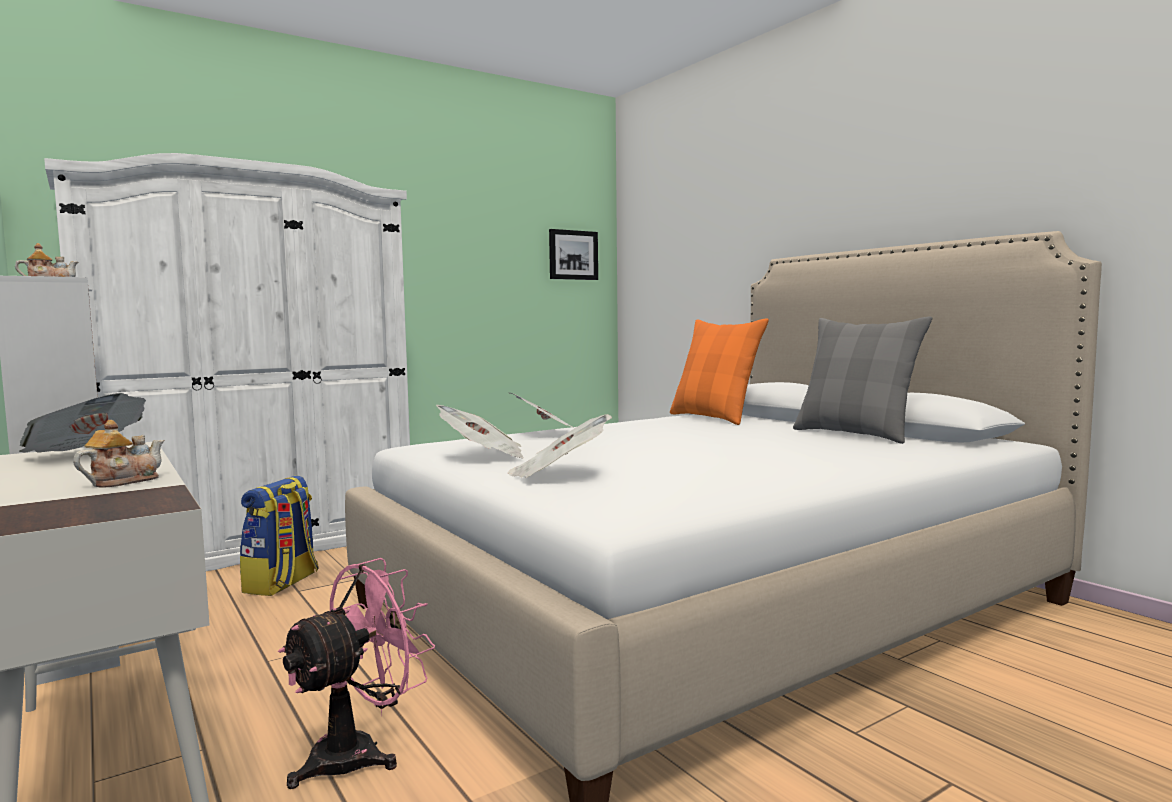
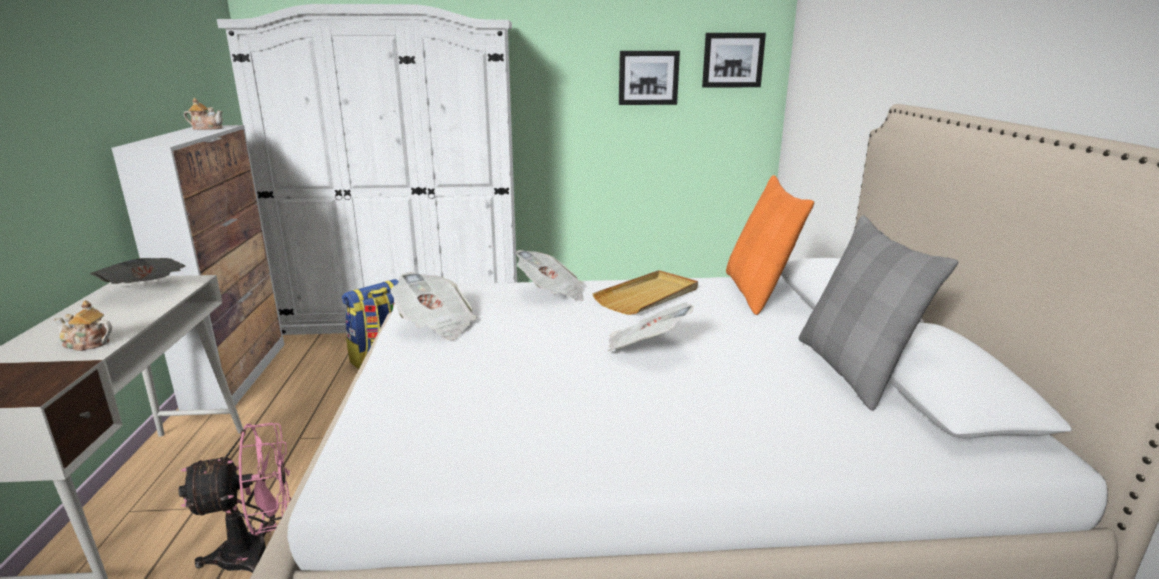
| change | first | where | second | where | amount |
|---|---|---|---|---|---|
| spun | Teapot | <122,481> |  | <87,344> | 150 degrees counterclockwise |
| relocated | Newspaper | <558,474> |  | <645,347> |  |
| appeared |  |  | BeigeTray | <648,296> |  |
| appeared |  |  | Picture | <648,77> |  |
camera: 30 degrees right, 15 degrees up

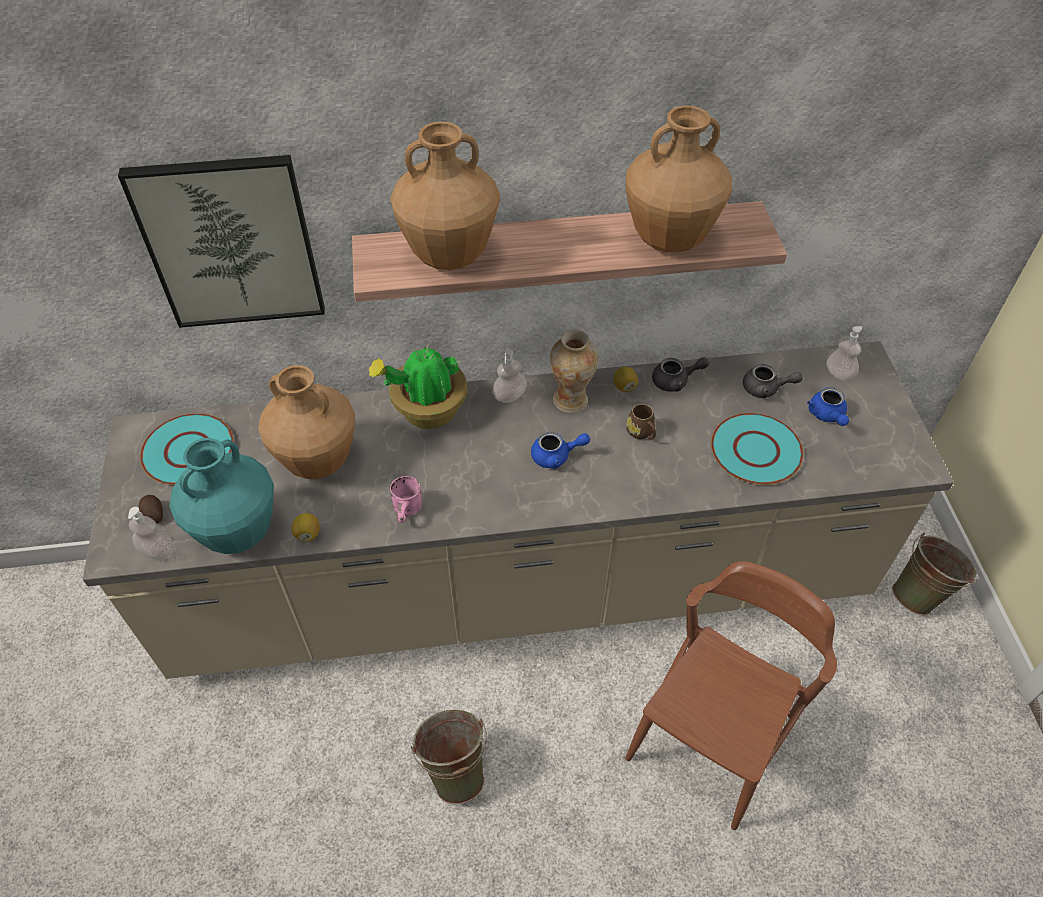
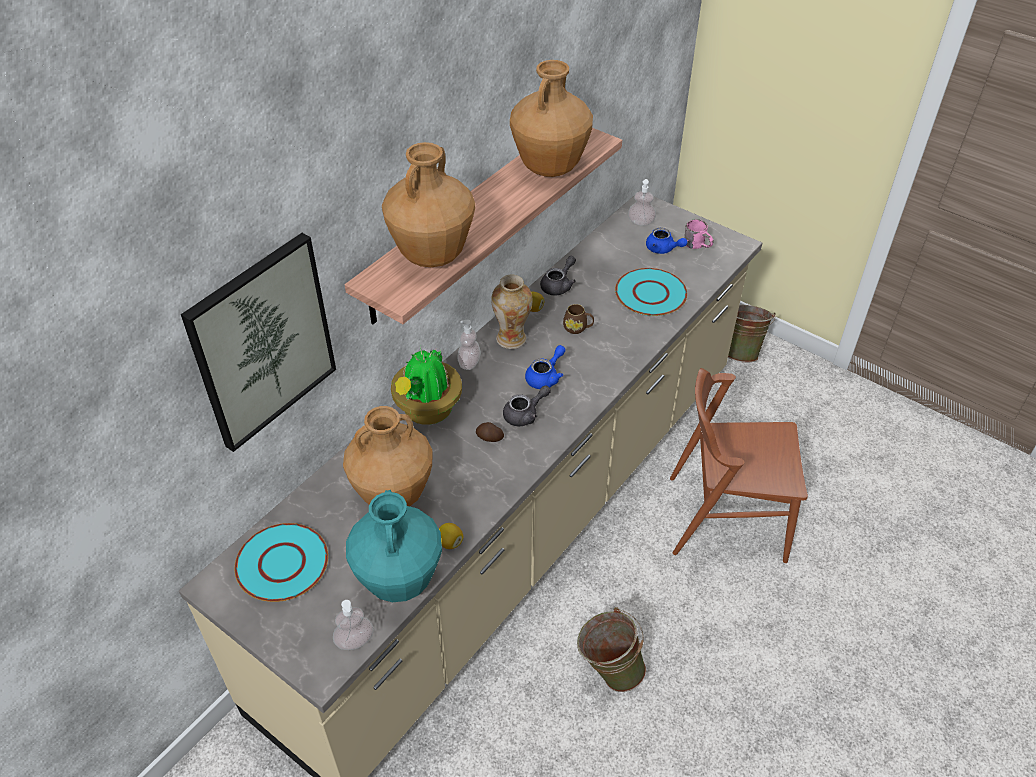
| change | first | where | second | where | amount |
|---|---|---|---|---|---|
| relocated | Potato | <153,514> |  | <489,438> |  |
| relocated | PinkMug | <409,511> |  | <698,245> |  |
| spun | BrownChair | <711,736> |  | <726,517> | 75 degrees counterclockwise |
| relocated | GreyTeapot | <766,389> |  | <525,414> |  |
camera: 45 degrees left, 5 degrees down

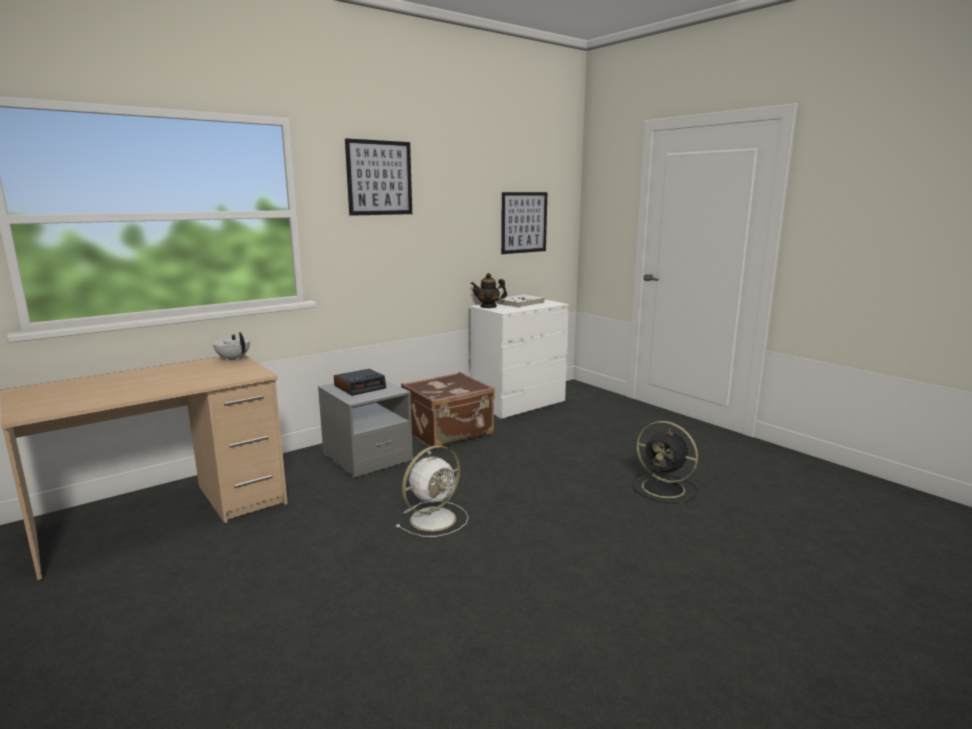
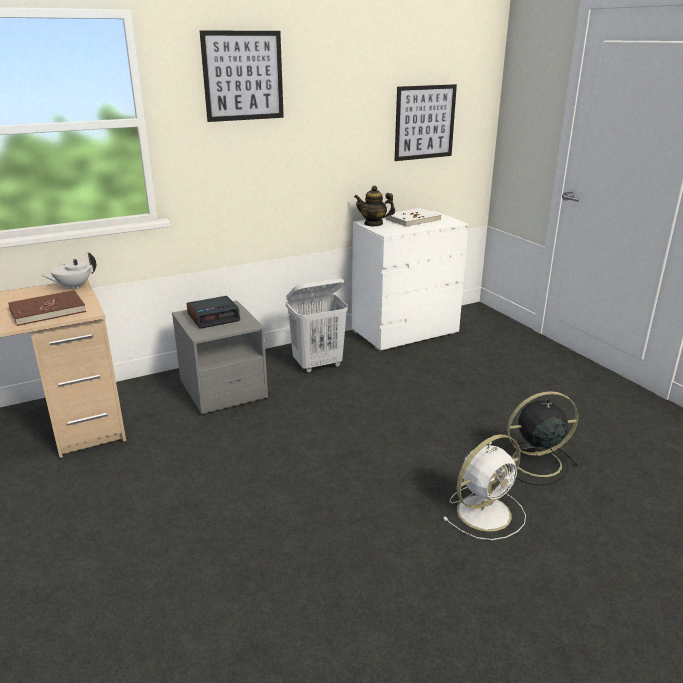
| change | first | where | second | where | amount |
|---|---|---|---|---|---|
| spun | WhiteTeapot | <233,359> |  | <73,287> | 90 degrees counterclockwise |
| relocated | WhiteFan | <434,518> |  | <485,512> |  |
| exchanged | BrownSuitcase | <449,433> | WhiteLaundryBasket | <318,365> |  |
| spun | BlackFan | <665,489> |  | <534,462> | 120 degrees clockwise |
| appeared |  |  | BrownBook | <47,311> |  |
camera: 10 degrees right, 10 degrees up

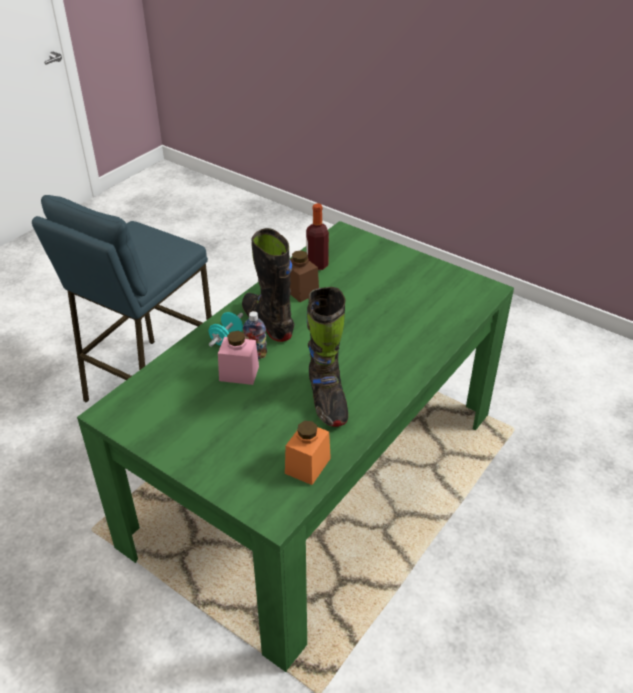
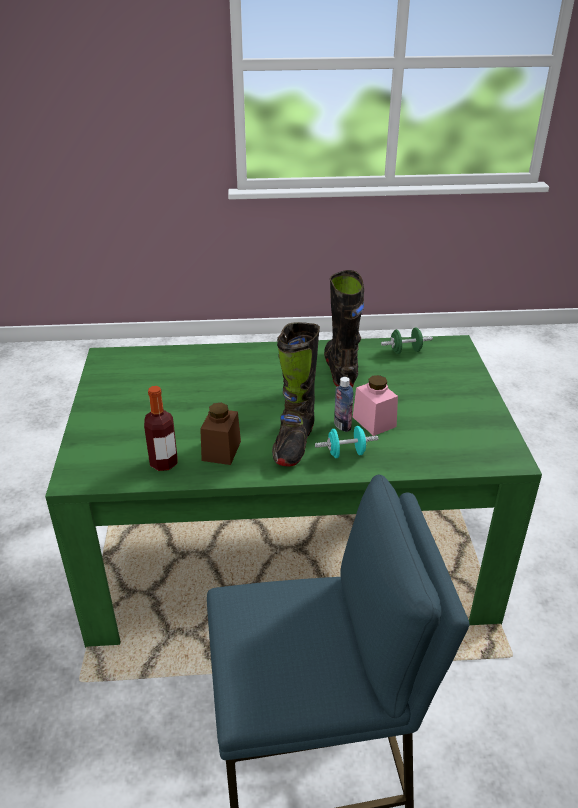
| change | first | where | second | where | amount |
|---|---|---|---|---|---|
| exchanged | OrangeJar | <307,466> | GreenDumbbell | <405,351> |  |
| spun | BlackBoot | <327,400> |  | <340,370> | 45 degrees counterclockwise |
camera: 130 degrees left, 5 degrees down

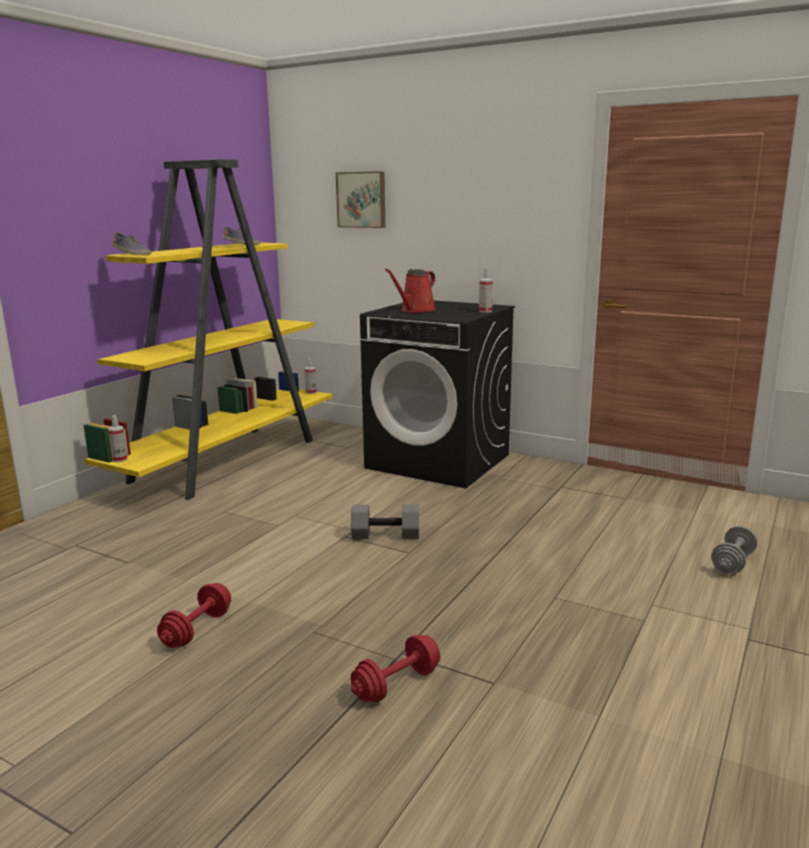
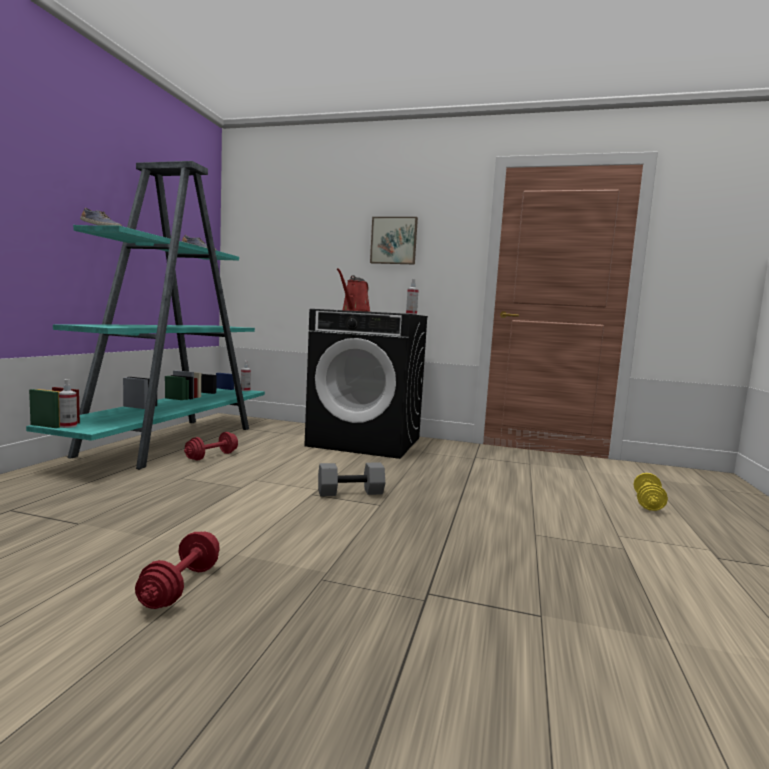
| change | first | where | second | where | amount |
|---|---|---|---|---|---|
| colour | YellowBookcase | <228,459> | TurquoiseBookcase | <173,441> |  |
| relocated | Picture | <362,200> |  | <394,241> |  |
| relocated | RedDumbbell | <396,684> |  | <212,456> |  |
| colour | GreyDumbbell | <732,563> | YellowDumbbell | <648,503> |  |
camera: 15 degrees left, 10 degrees down

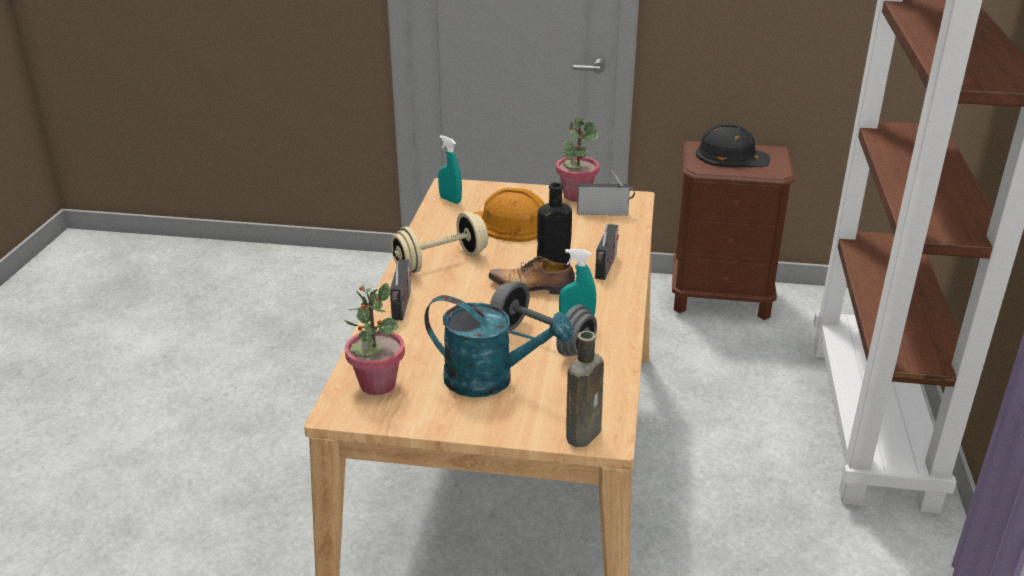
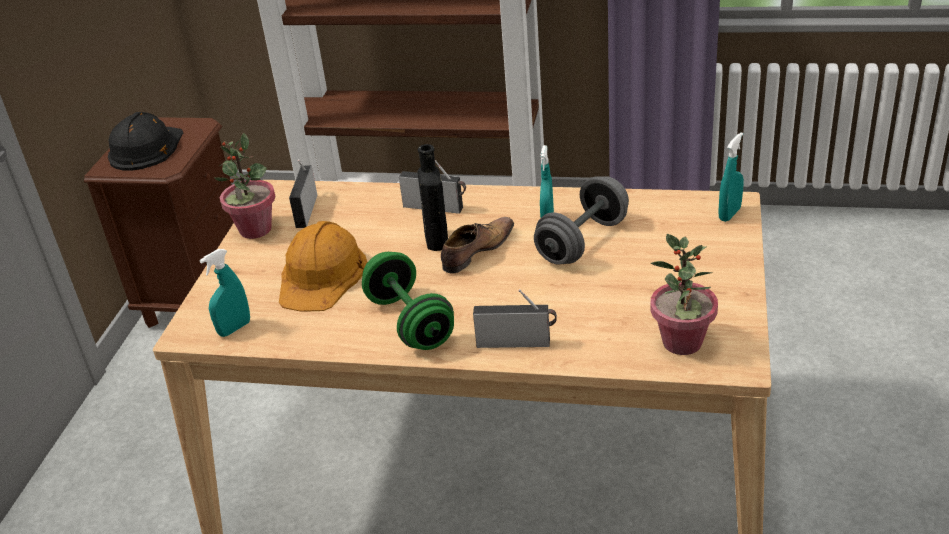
| change | first | where | second | where | amount |
|---|---|---|---|---|---|
| colour | BeigeDumbbell | <440,262> | GreenDumbbell | <410,322> |  |
| missing | TurquoiseWateringCan | <491,380> |  |  |  |
| spun | Shoe | <533,287> |  | <476,251> | 150 degrees counterclockwise |
| exchanged | BrownBottle | <584,432> | TurquoiseSprayBottle | <729,214> |  |
camera: 85 degrees left, 5 degrees up

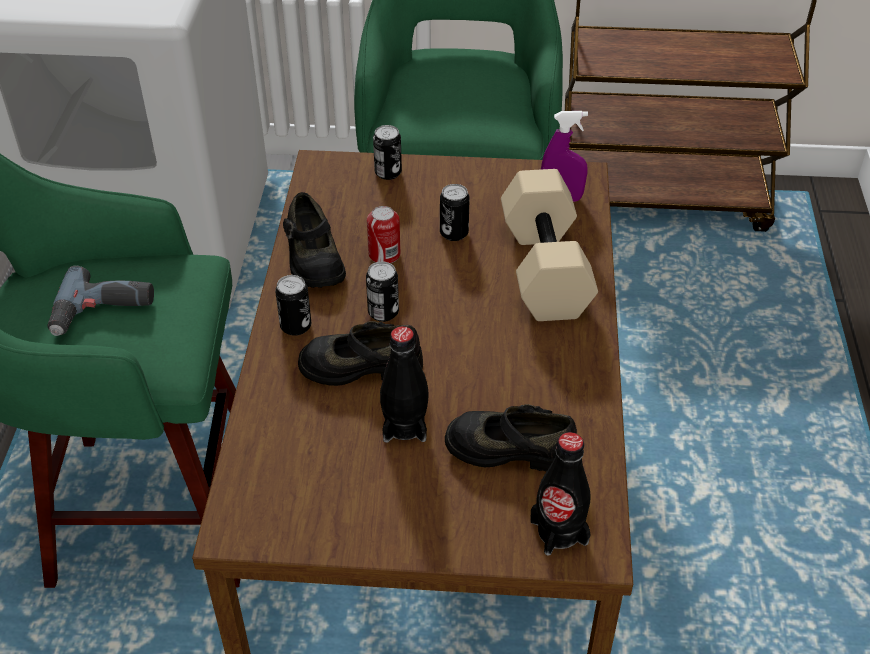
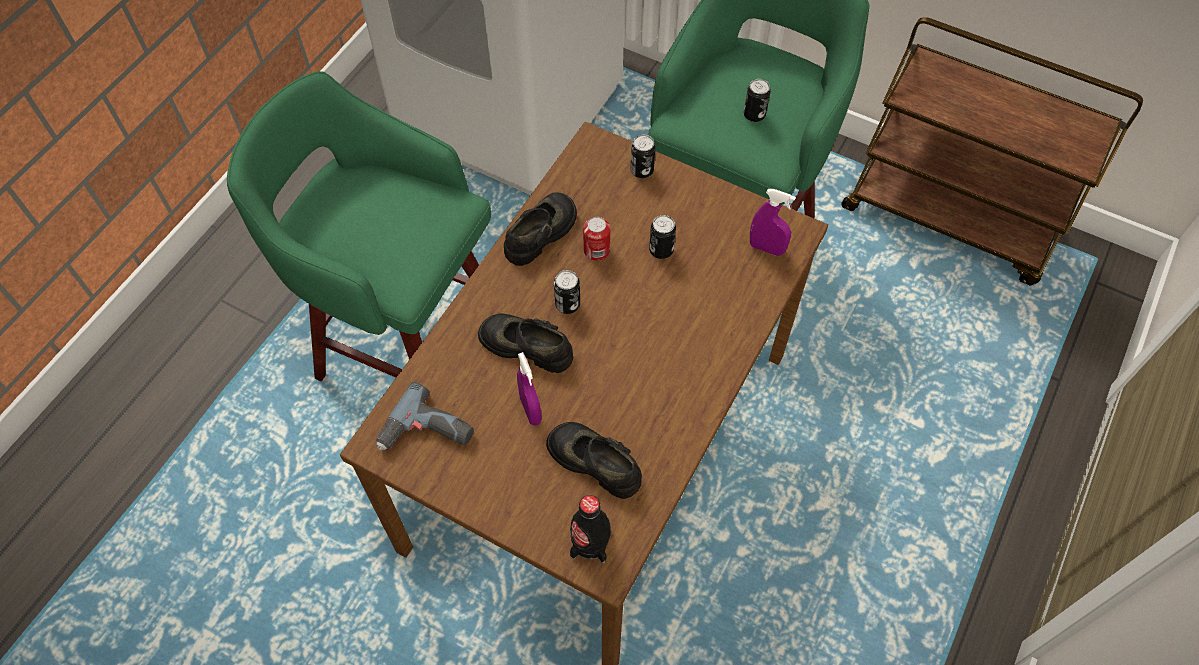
| change | first | where | second | where | amount |
|---|---|---|---|---|---|
| relocated | PowerDrill | <103,313> |  | <427,435> |  |
| relocated | Can | <296,326> |  | <754,114> |  |
| spun | BlackShoe | <312,258> |  | <541,233> | 150 degrees counterclockwise |
| exchanged | BlackBottle | <404,425> | PurpleSprayBottle | <530,410> |  |
| missing | BeigeDumbbell | <542,268> |  |  |  |
camera: 25 degrees right, 15 degrees up

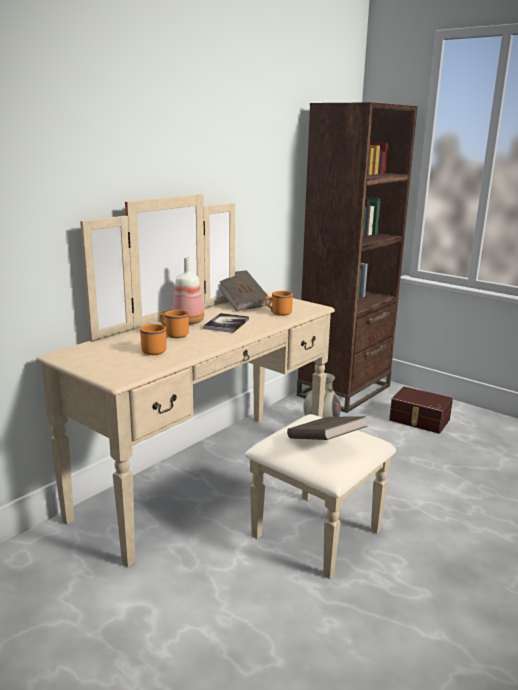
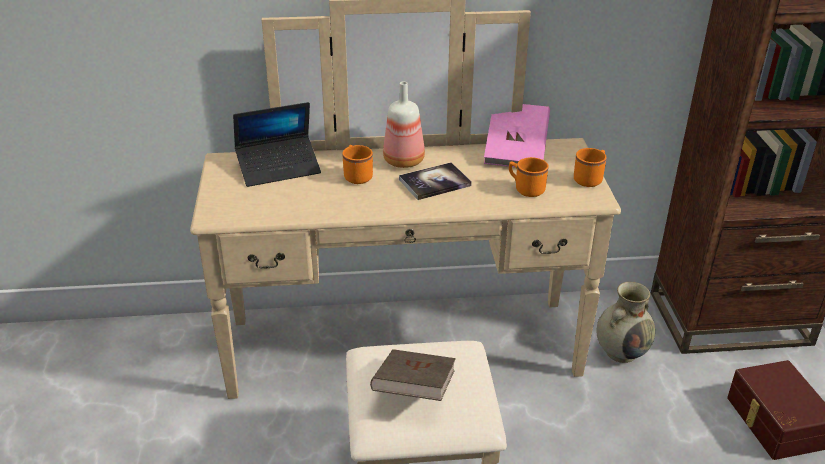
| change | first | where | second | where | amount |
|---|---|---|---|---|---|
| relocated | OrangeMug | <154,350> |  | <590,179> |  |
| colour | BrownBook | <242,303> | PinkBook | <516,152> |  |
| appeared |  |  | Laptop | <279,168> |  |
camera: 45 degrees right, 15 degrees up

